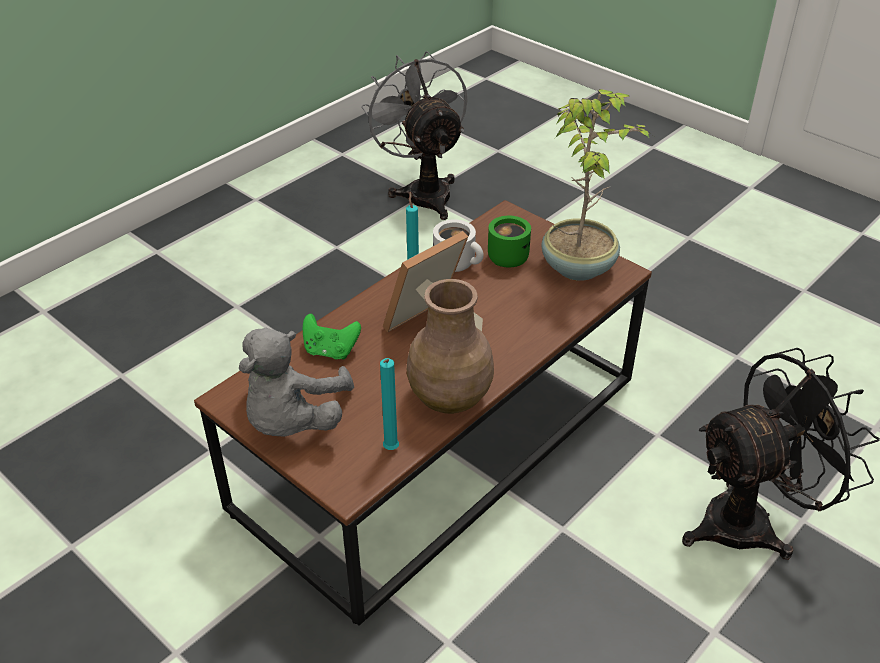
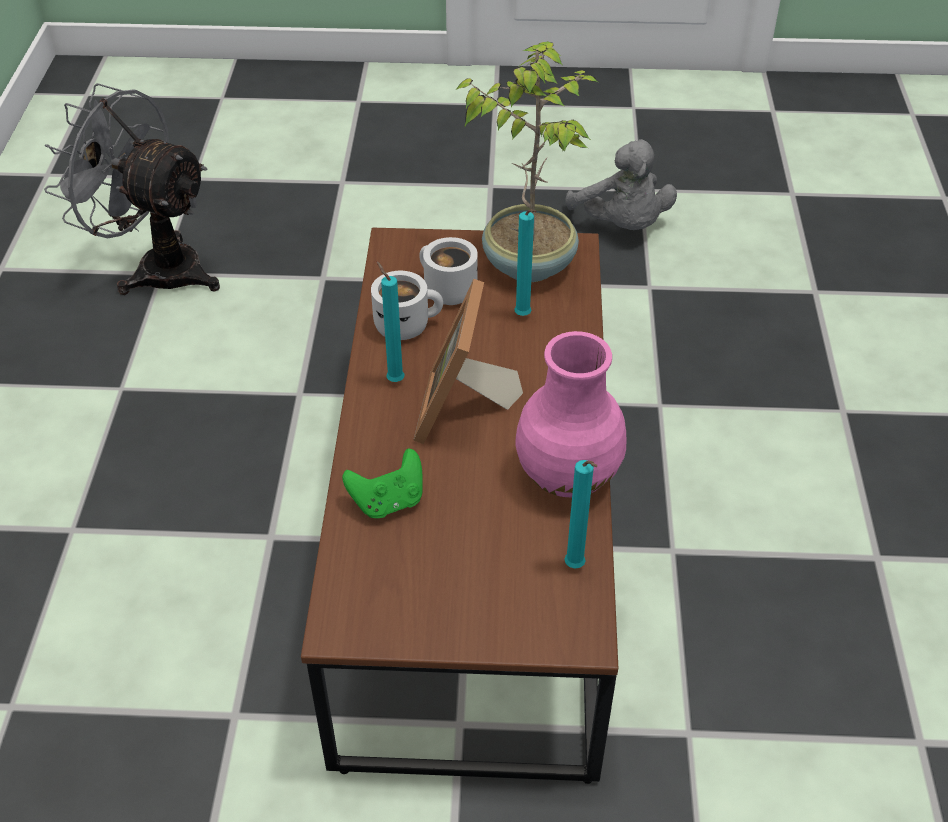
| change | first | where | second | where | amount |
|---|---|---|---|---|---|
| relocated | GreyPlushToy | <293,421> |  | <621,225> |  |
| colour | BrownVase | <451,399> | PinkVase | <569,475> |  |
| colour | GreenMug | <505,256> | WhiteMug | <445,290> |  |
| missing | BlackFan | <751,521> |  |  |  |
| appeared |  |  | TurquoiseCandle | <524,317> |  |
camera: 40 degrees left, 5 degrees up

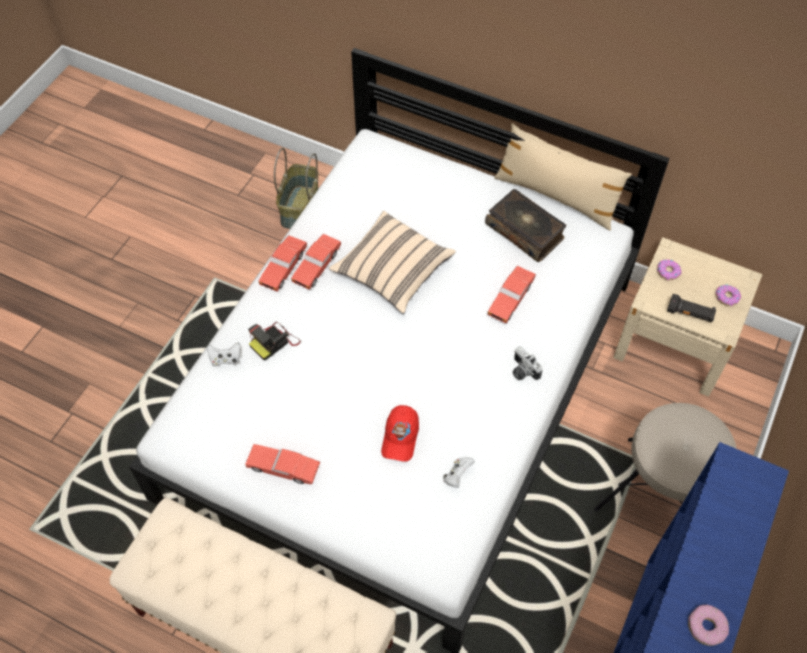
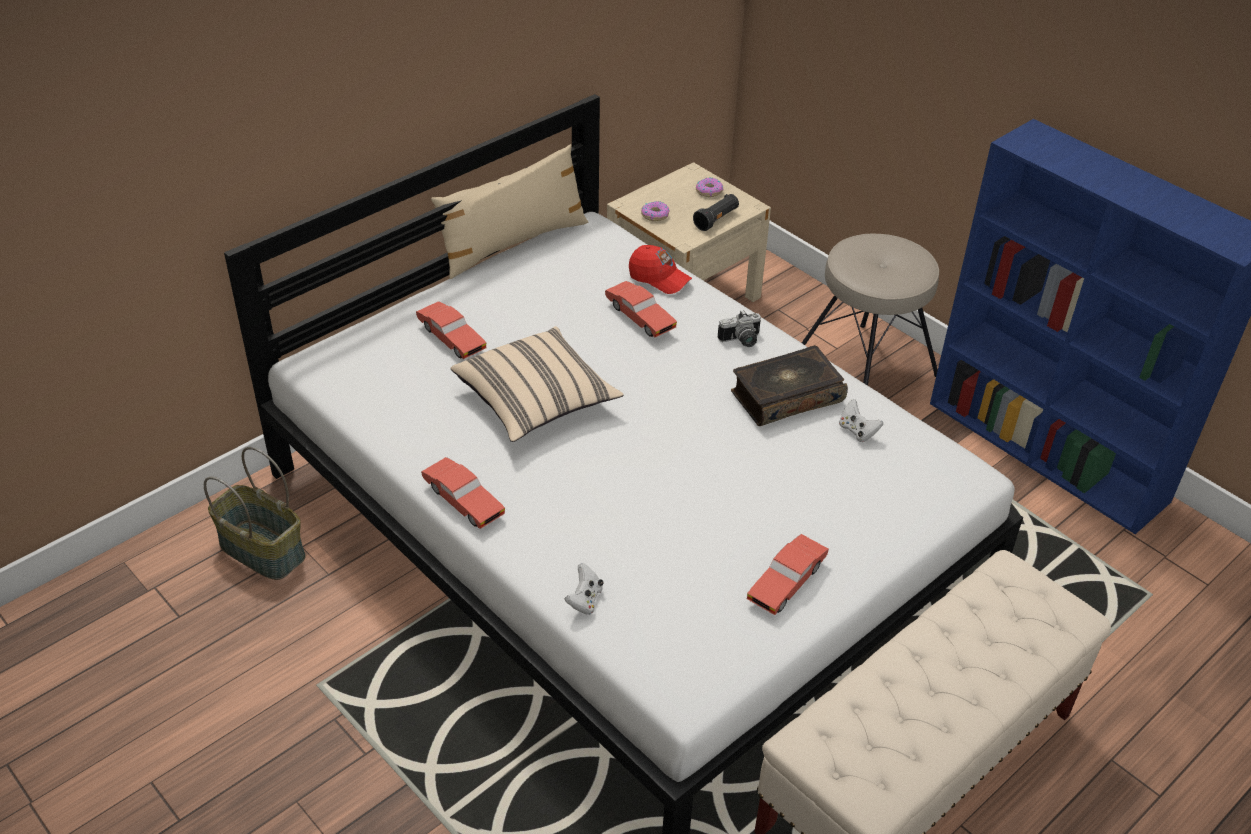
| change | first | where | second | where | amount |
|---|---|---|---|---|---|
| missing | PhotoCamera | <274,342> |  |  |  |
| relocated | RedToyCar | <317,266> |  | <451,338> |  |
| relocated | RedCap | <400,437> |  | <659,278> |  |
| relocated | Book | <525,231> |  | <786,396> |  |
| missing | Donut | <706,627> |  |  |  |
camera: 70 degrees left, 15 degrees down

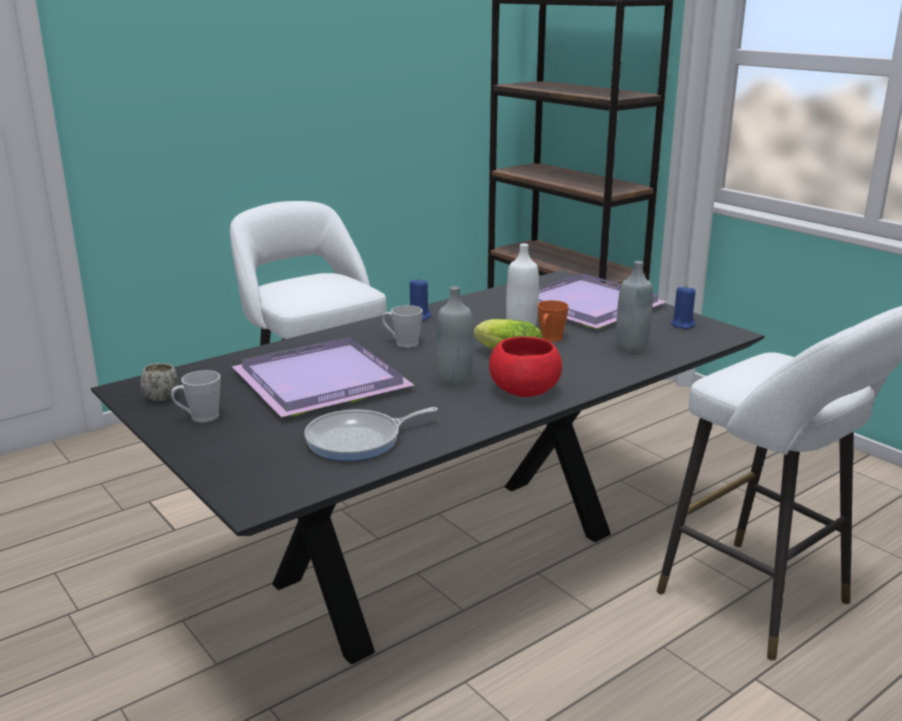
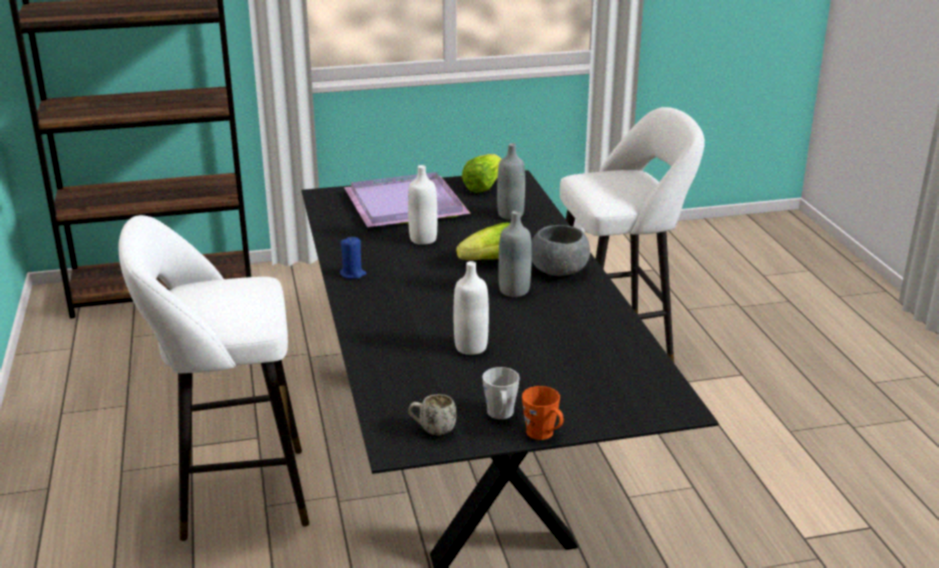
| change | first | where | second | where | amount |
|---|---|---|---|---|---|
| exchanged | PurpleTray | <320,383> | WhiteBottle | <471,347> |  |
| missing | FryingPan | <359,440> |  |  |  |
| missing | GreyMug | <402,343> |  |  |  |
| colour | RedBowl | <525,391> | GreyBowl | <559,271> |  |
| relocated | OrangeMug | <549,339> |  | <543,434> |  |
| exchanged | BlueCandle | <683,325> | Lettuce | <483,186> |  |
camera: 65 degrees left, 5 degrees up

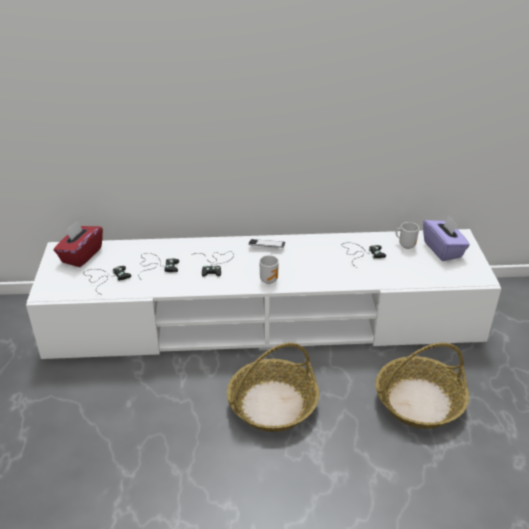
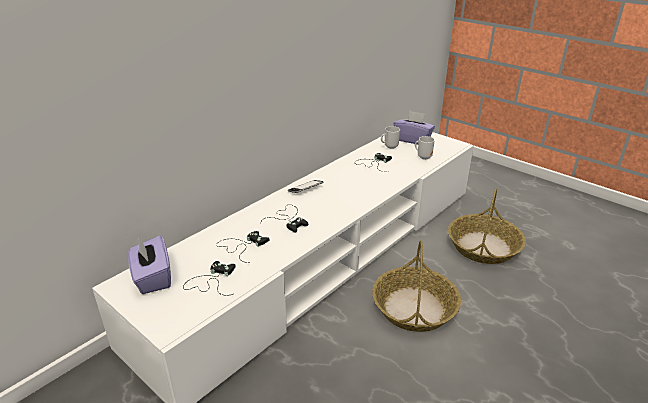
| change | first | where | second | where | amount |
|---|---|---|---|---|---|
| colour | RedTissueBox | <81,255> | PurpleTissueBox | <152,278> |  |
| relocated | Mug | <269,279> |  | <423,157> |  |
camera: 45 degrees left, 5 degrees down

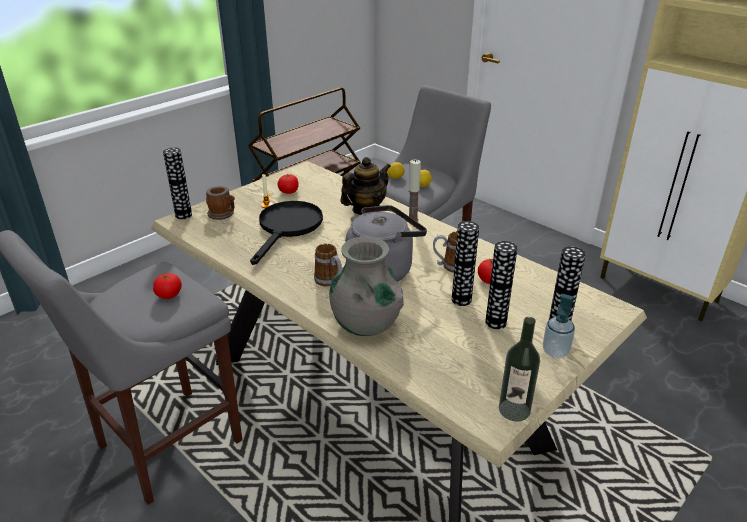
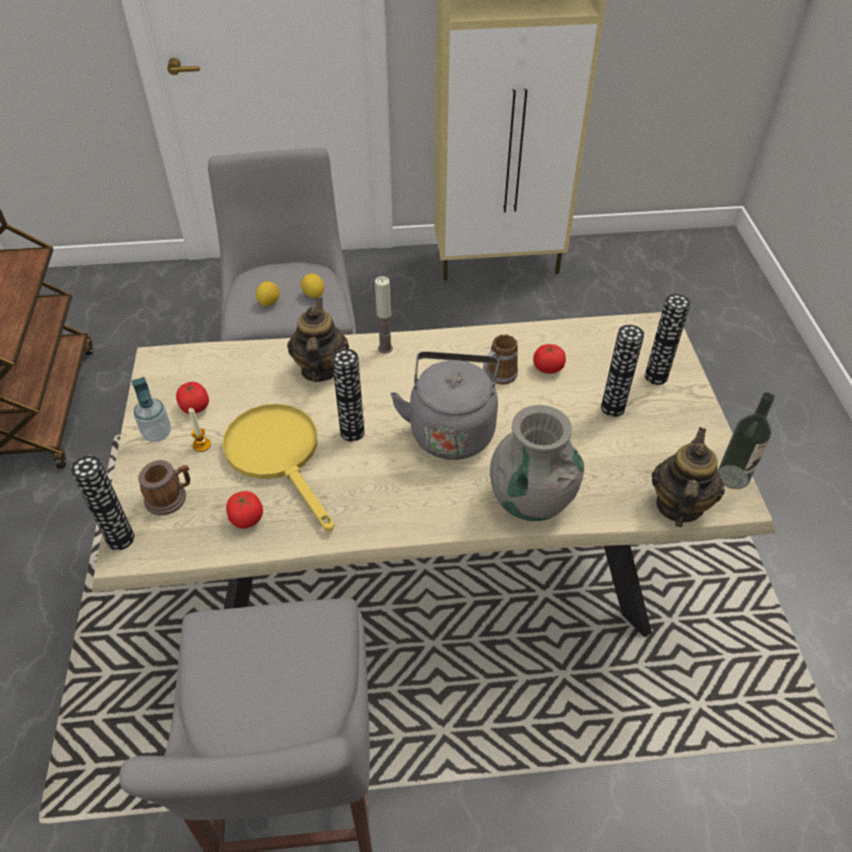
| change | first | where | second | where | amount |
|---|---|---|---|---|---|
| relocated | Tomato | <169,295> |  | <246,518> |  |
| colour | BlackFryingPan | <287,228> | YellowFryingPan | <279,455> |  |
| missing | Mug | <330,282> |  |  |  |
| relocated | Vase | <461,300> |  | <352,432> |  |
| relocated | SoapDispenser | <555,351> |  | <157,433> |  |
| appeared |  |  | Teapot | <678,505> |  |
camera: 50 degrees left, 15 degrees up

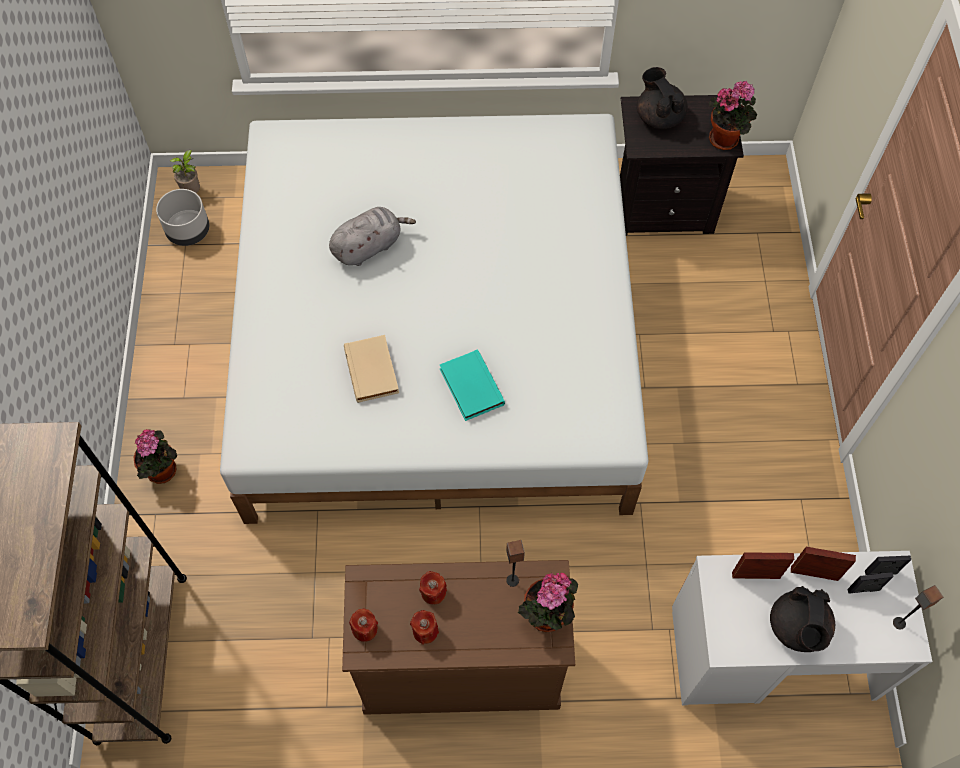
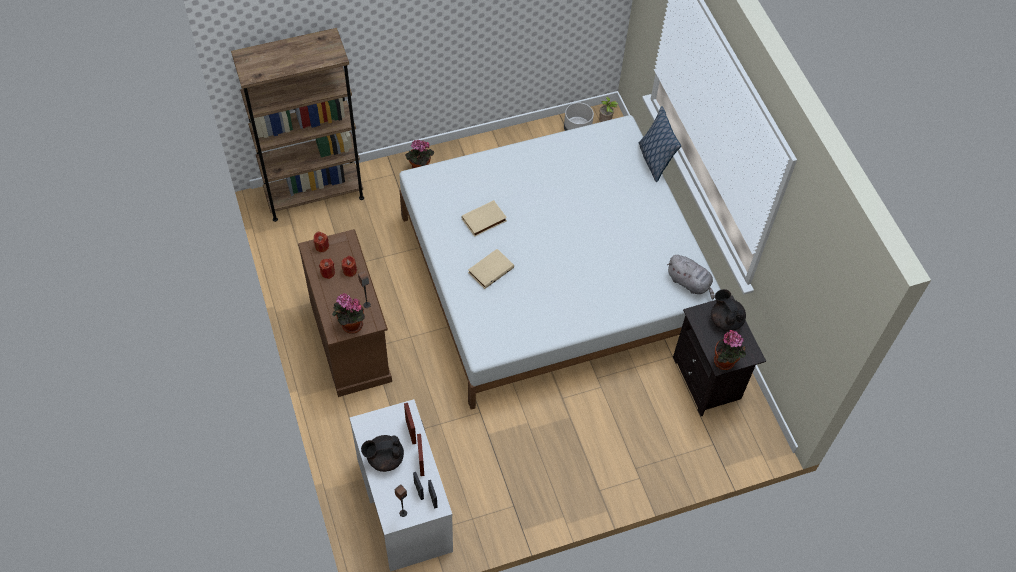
| change | first | where | second | where | amount |
|---|---|---|---|---|---|
| relocated | GreyPlushToy | <369,246> |  | <690,283> |  |
| colour | TurquoiseBook | <470,387> | BeigeBook | <490,269> |  |
| spun | BlackTeapot | <659,116> |  | <725,320> | 75 degrees counterclockwise |
| appeared |  |  | Pillow | <654,160> |  |
camera: 70 degrees right, 5 degrees down

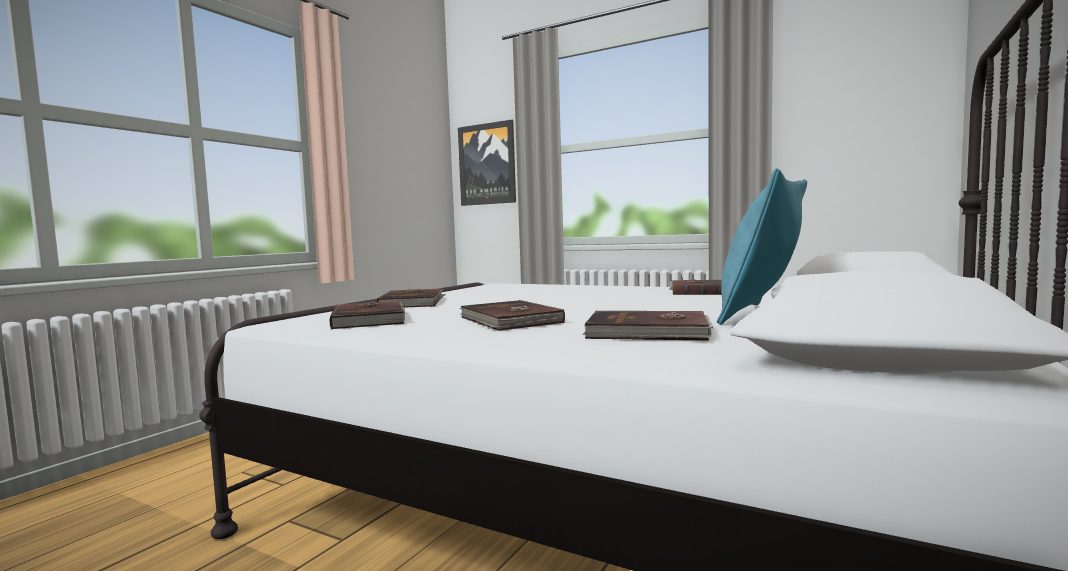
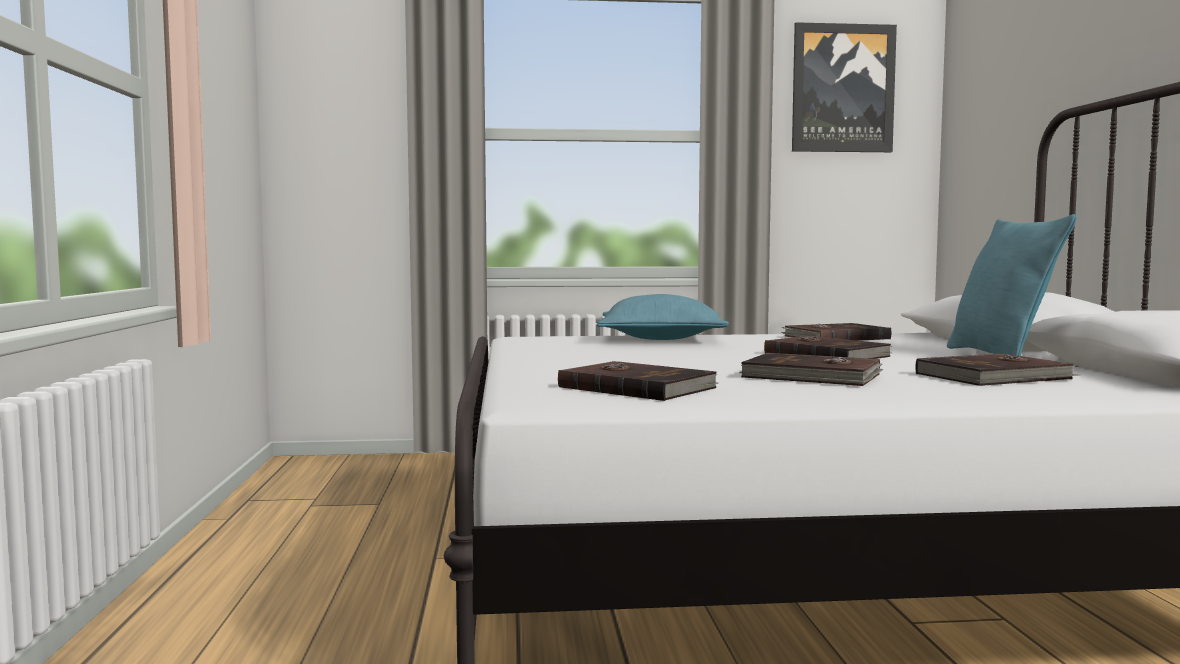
| change | first | where | second | where | amount |
|---|---|---|---|---|---|
| relocated | BrownBook | <413,302> |  | <826,354> |  |
| relocated | Picture | <487,164> |  | <842,89> |  |
| appeared |  |  | TurquoisePillow | <660,338> |  |
camera: 35 degrees left, 0 degrees up

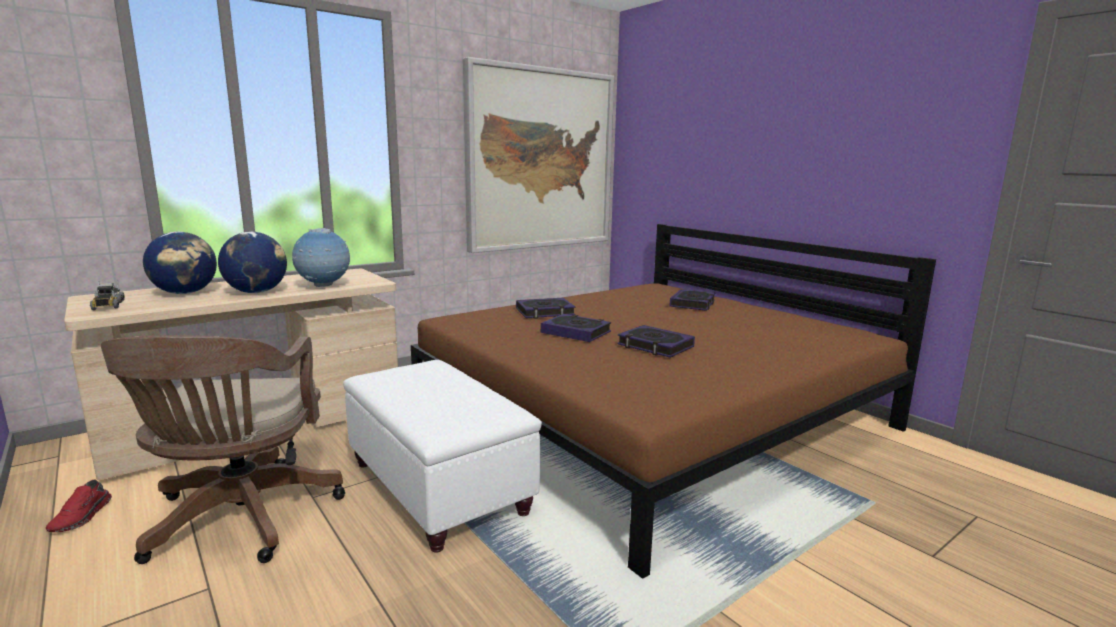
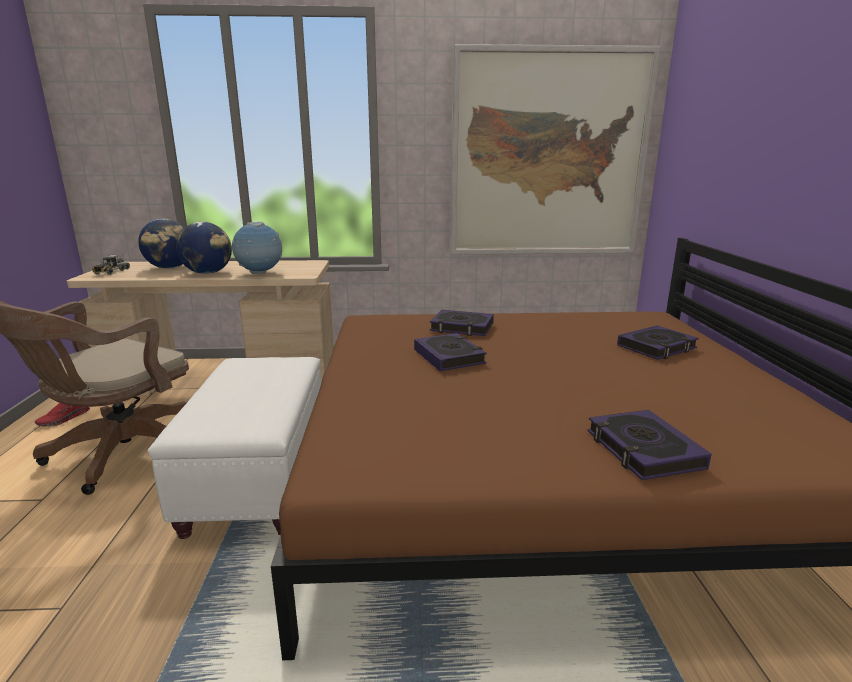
| change | first | where | second | where | amount |
|---|---|---|---|---|---|
| relocated | Book | <655,346> |  | <643,450> |  |
camera: 35 degrees right, 5 degrees up

